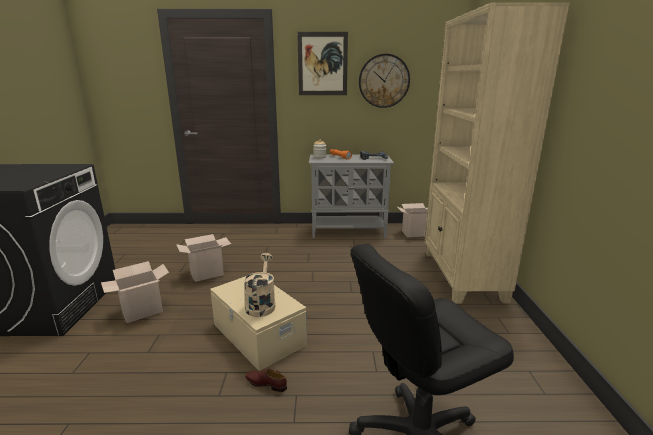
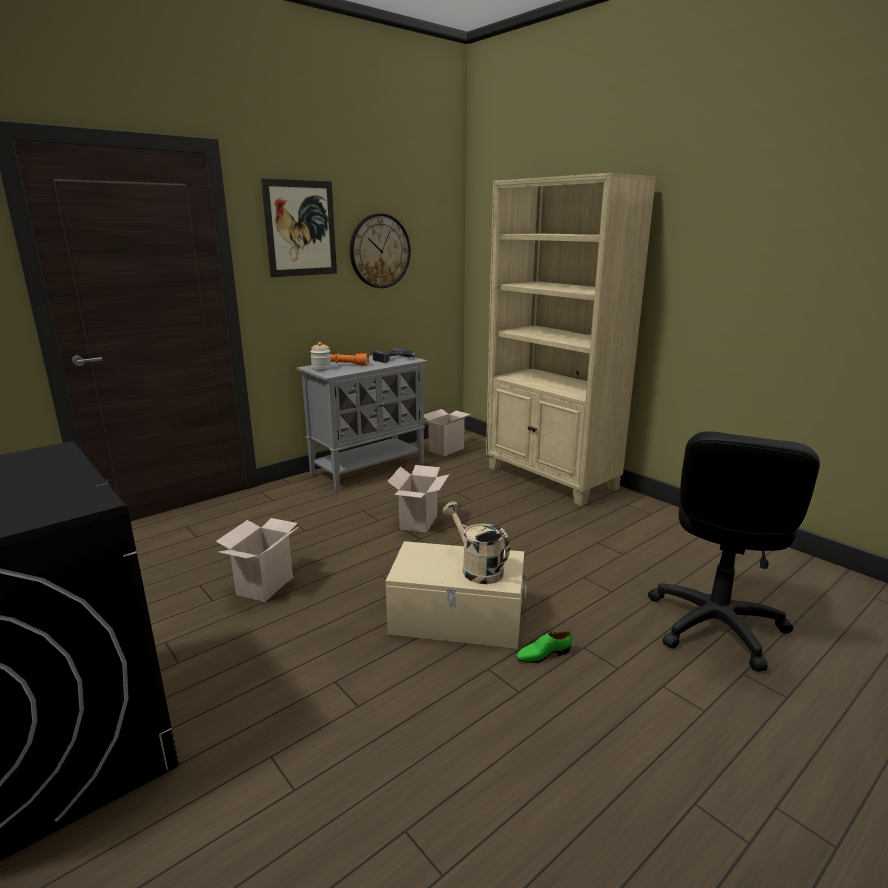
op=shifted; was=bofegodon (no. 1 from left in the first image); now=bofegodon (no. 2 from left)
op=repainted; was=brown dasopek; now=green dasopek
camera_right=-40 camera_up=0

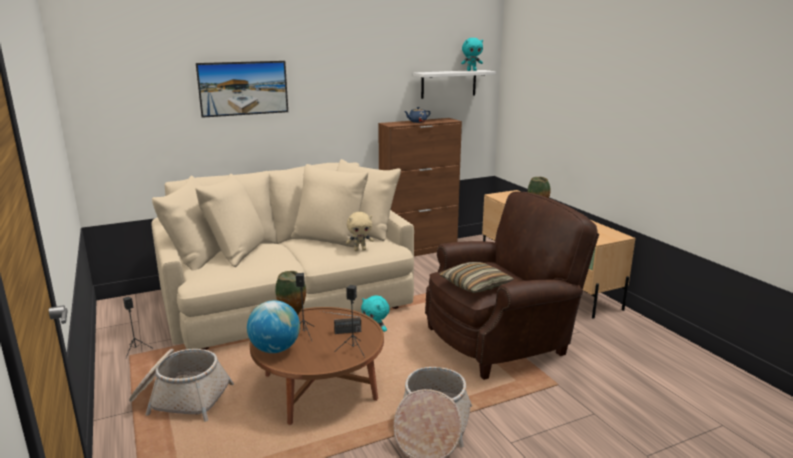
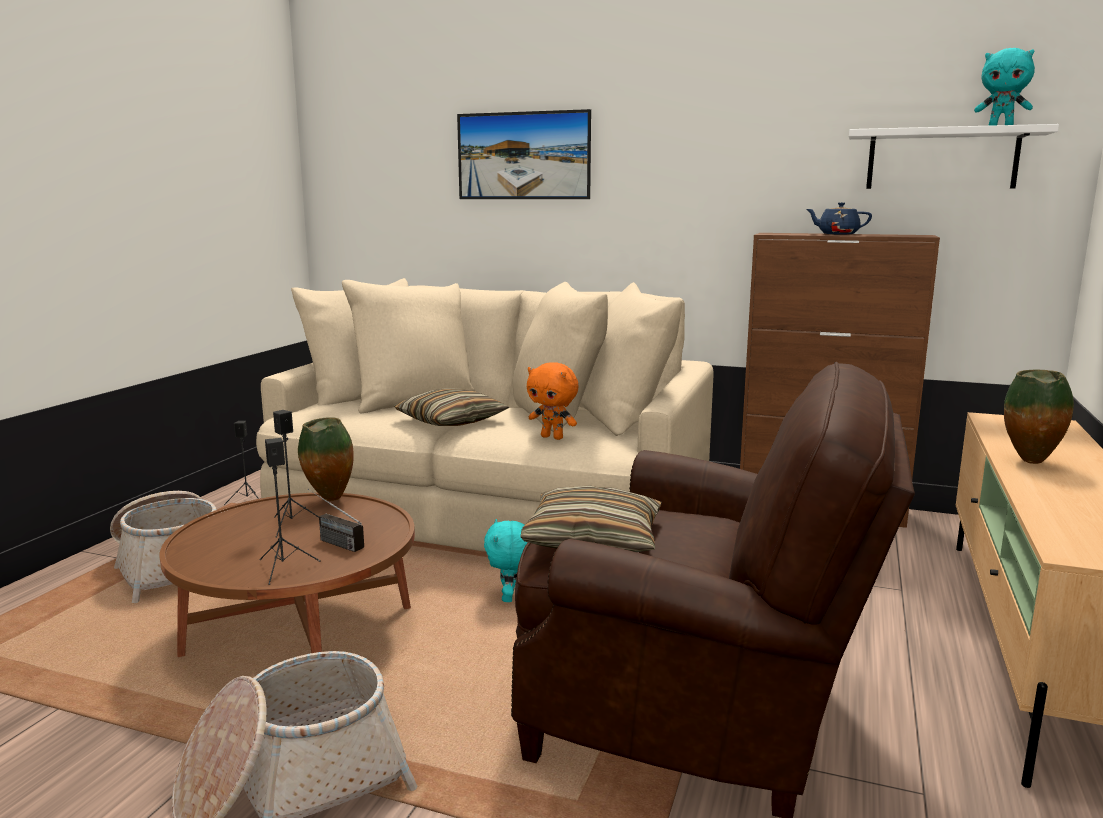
op=gone; was=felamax
op=new; now=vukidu (no. 1 from left)
op=repainted; was=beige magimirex; now=orange magimirex
camera_right=45 camera_up=-5

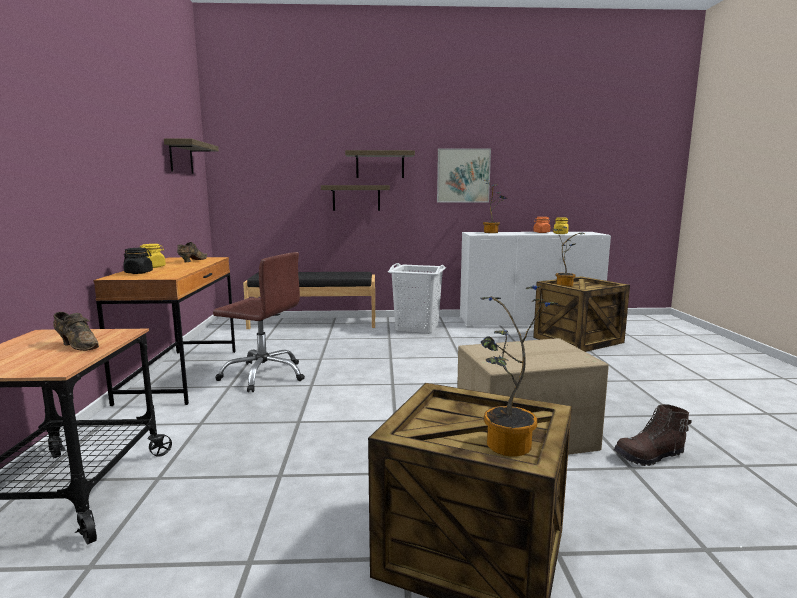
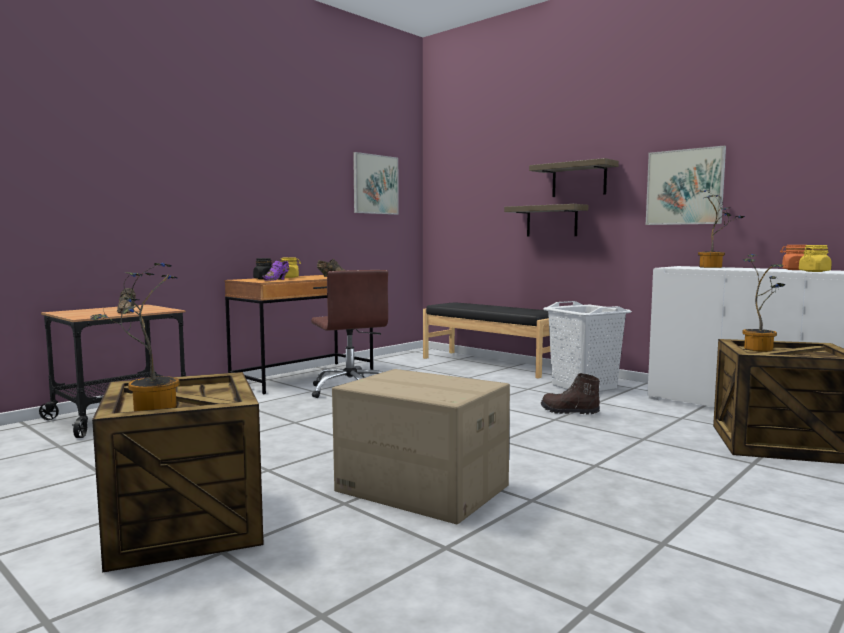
op=new; now=purple dasopek
op=shifted; was=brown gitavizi
op=swapped; was=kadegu (no. 1 from left); now=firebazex (no. 1 from left)
camera_right=45 camera_up=-5

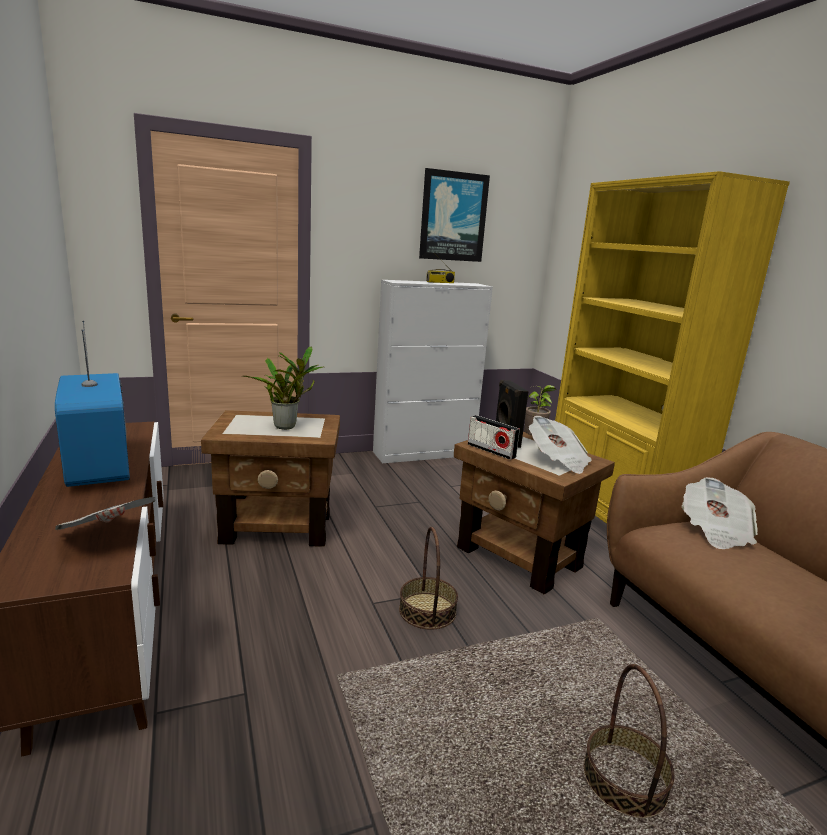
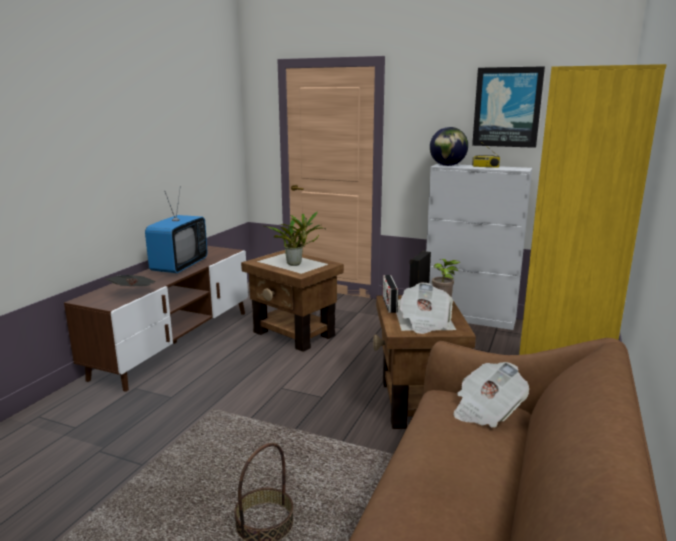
op=gone; was=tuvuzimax (no. 1 from left)
op=new; now=felamax
camera_right=45 camera_up=0

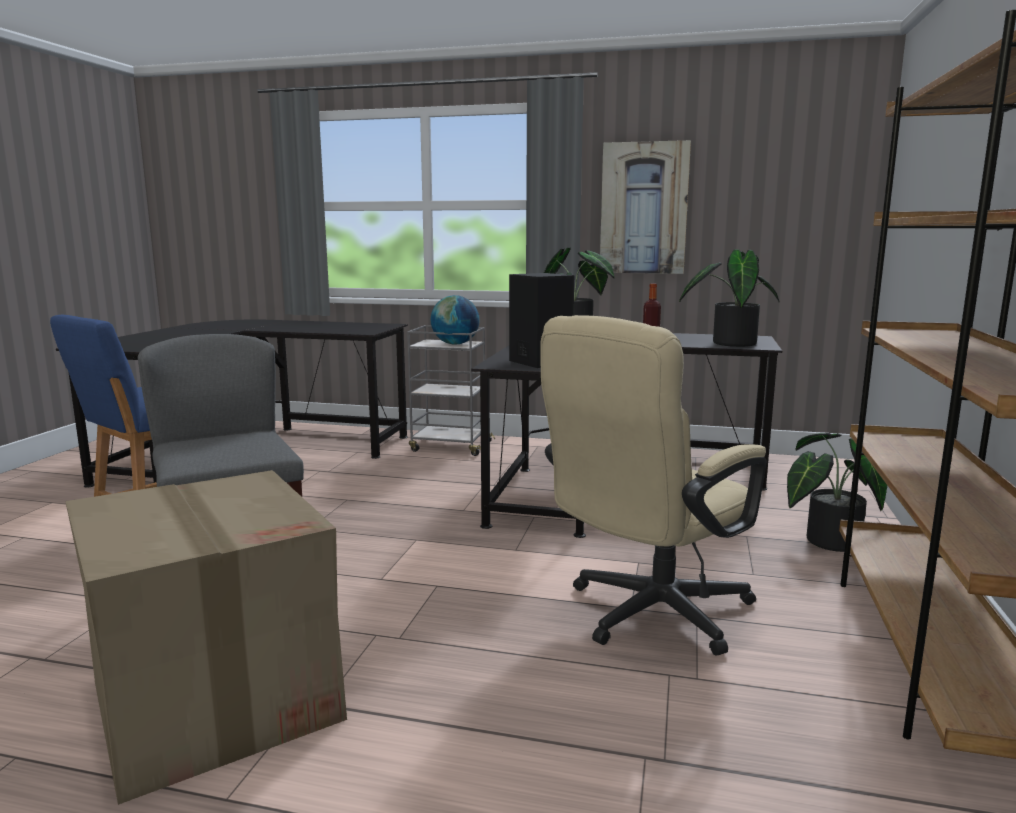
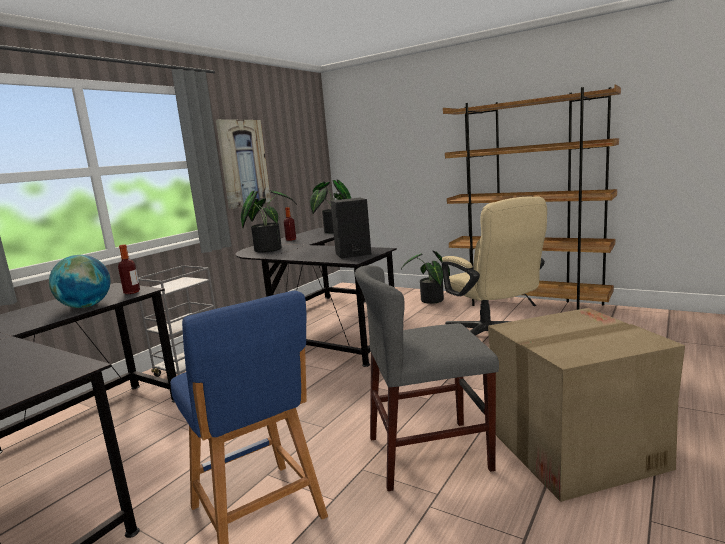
op=new; now=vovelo (no. 1 from left)
op=shifted; was=felamax
camera_right=-70 camera_up=0

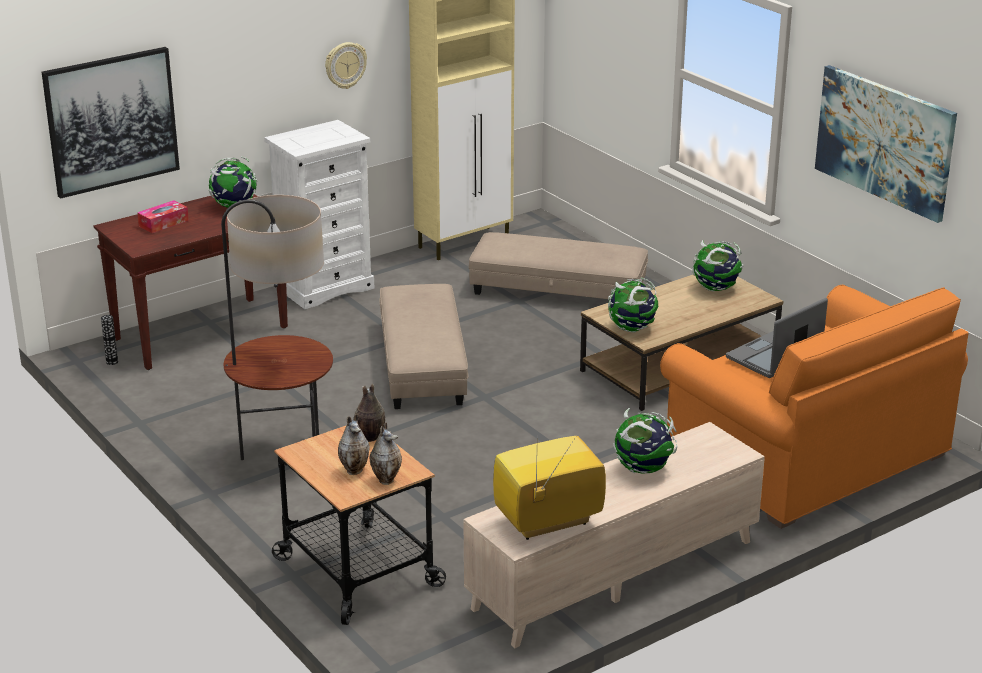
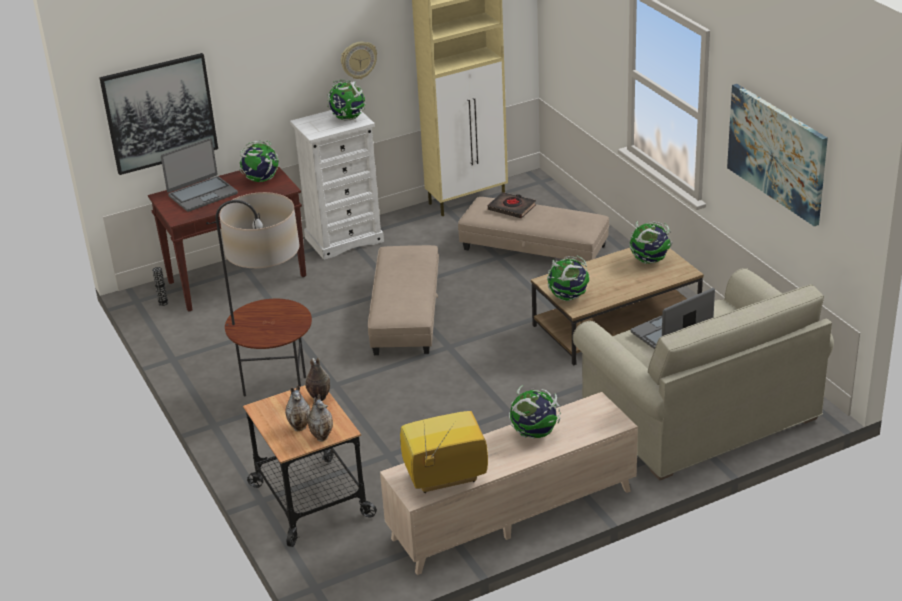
op=new; now=felamax (no. 2 from left)
op=new; now=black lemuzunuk
op=swapped; was=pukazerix; now=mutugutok (no. 1 from left)
op=repainted; was=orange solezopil; now=beige solezopil
camera_right=10 camera_up=5

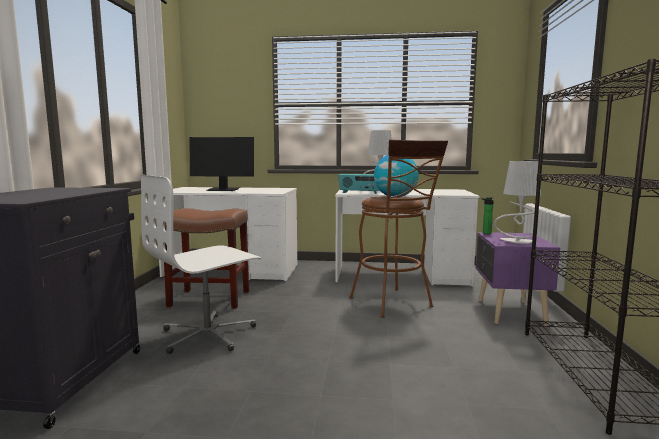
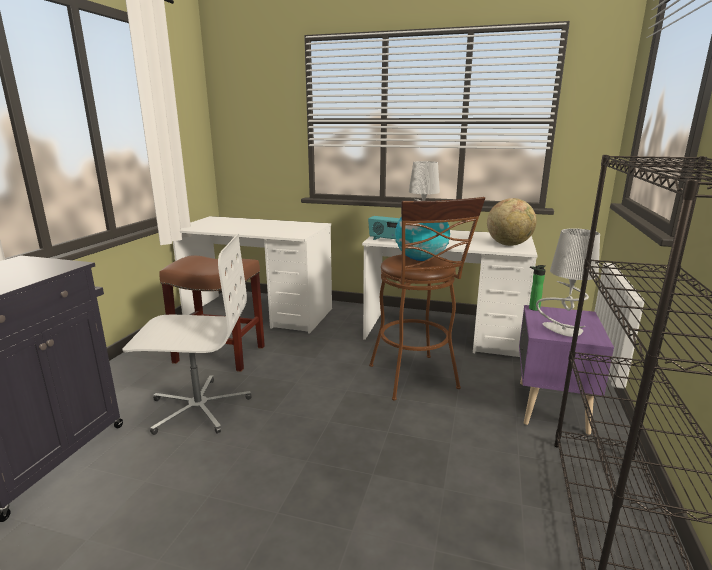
op=gone; was=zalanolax
op=new; now=felamax (no. 2 from left)
op=rotated; was=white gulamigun; clockwise=-150
camera_right=10 camera_up=10

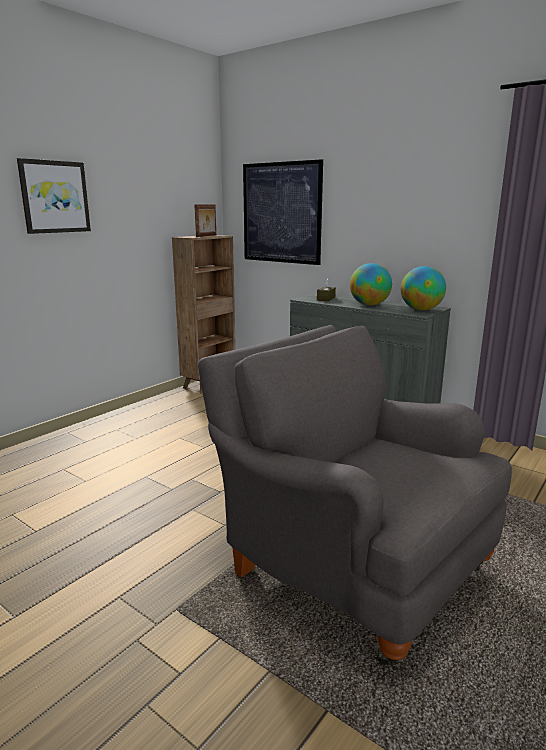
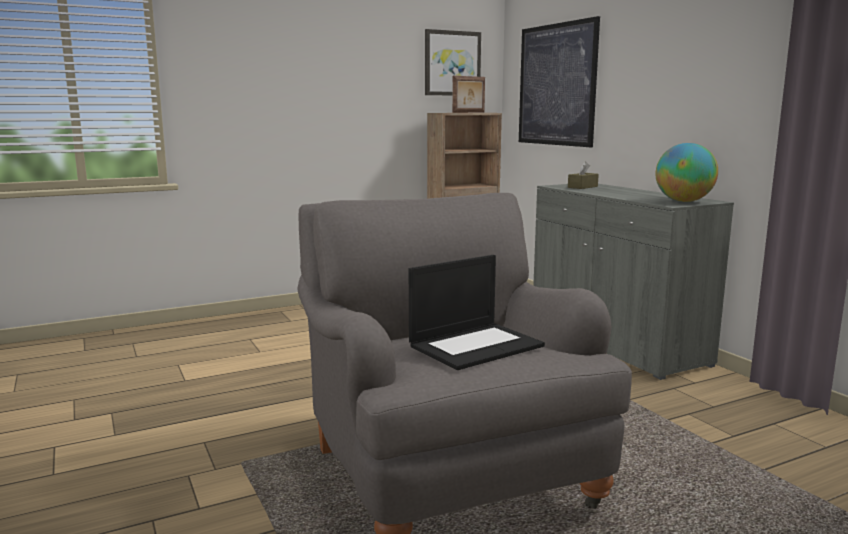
op=gone; was=felamax (no. 1 from left)
op=new; now=mutugutok
op=shifted; was=firebazex (no. 1 from left)
camera_right=25 camera_up=-5

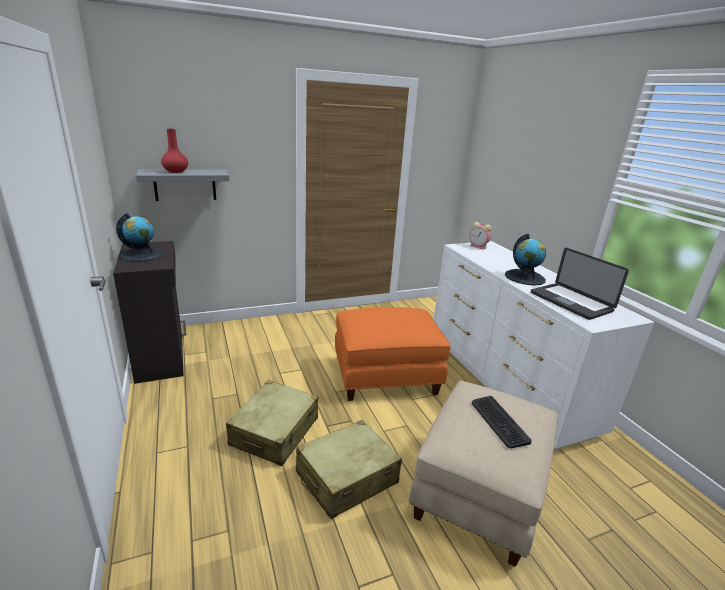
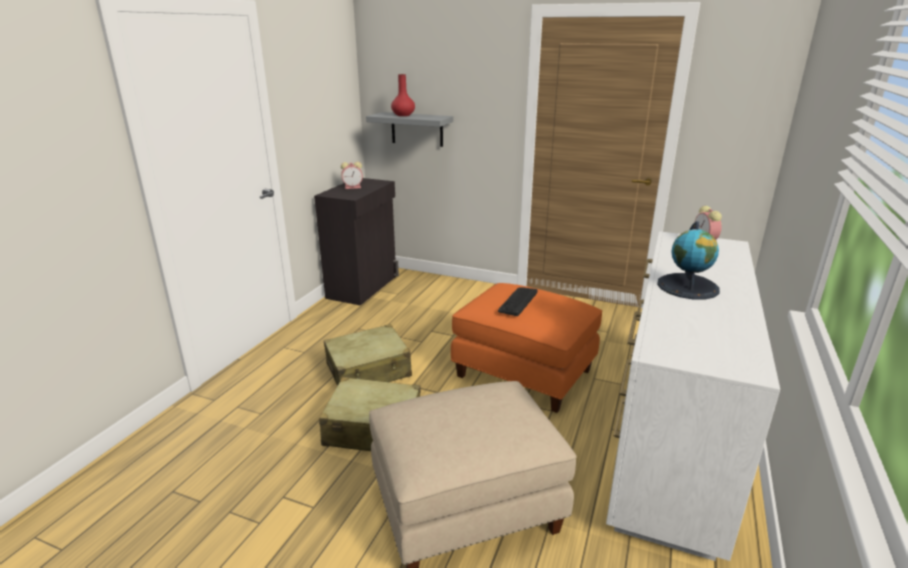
op=gone; was=mutugutok
op=shifted; was=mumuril
op=swapped; was=felamax (no. 1 from left); now=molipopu (no. 1 from left)
camera_right=45 camera_up=0

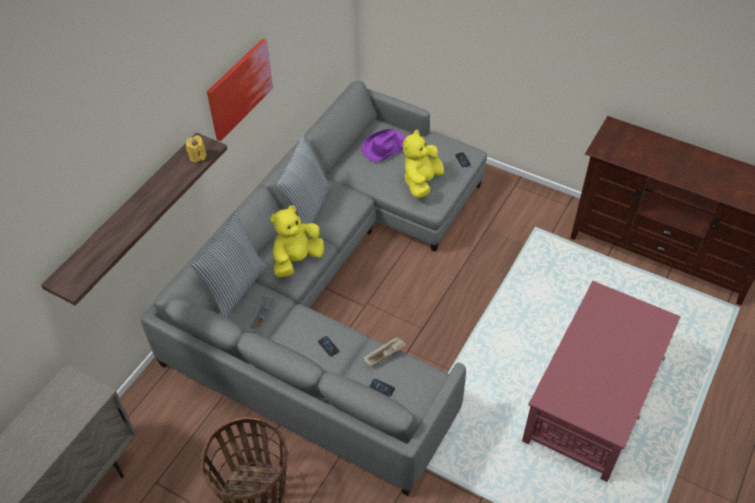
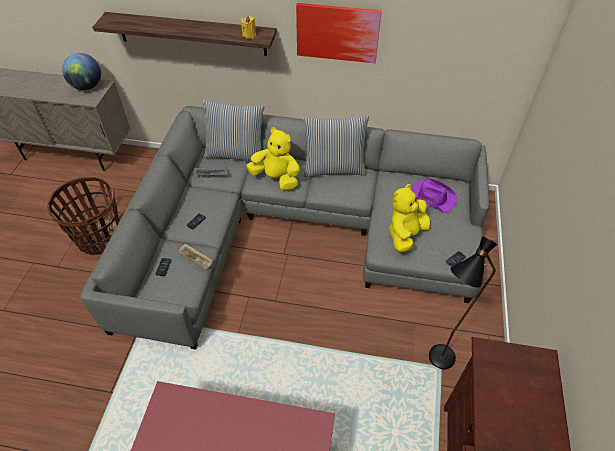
op=new; now=felamax
op=new; now=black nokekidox
op=rotated; was=yellow magimirex (no. 2 from left); clockwise=-60
camera_right=70 camera_up=0

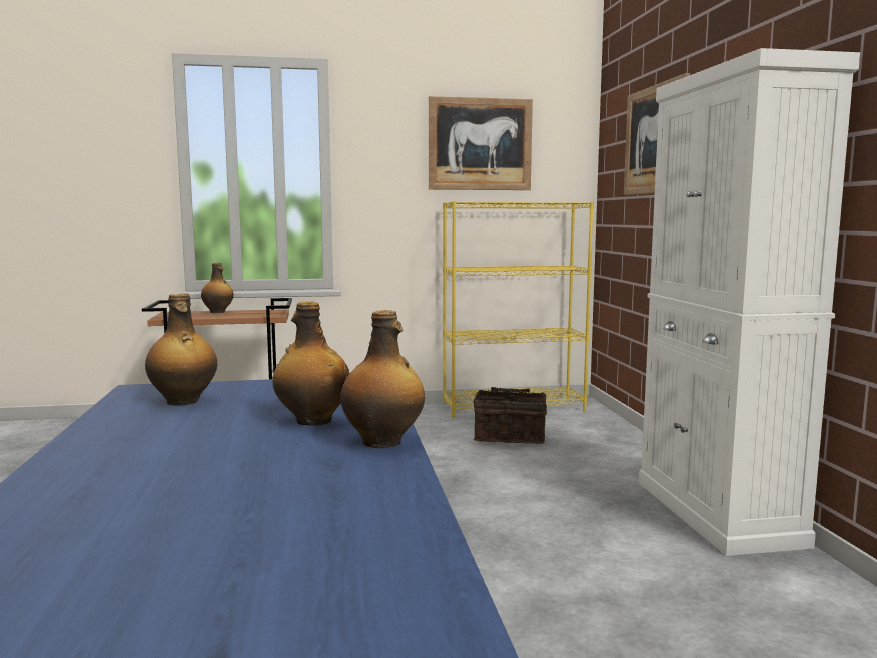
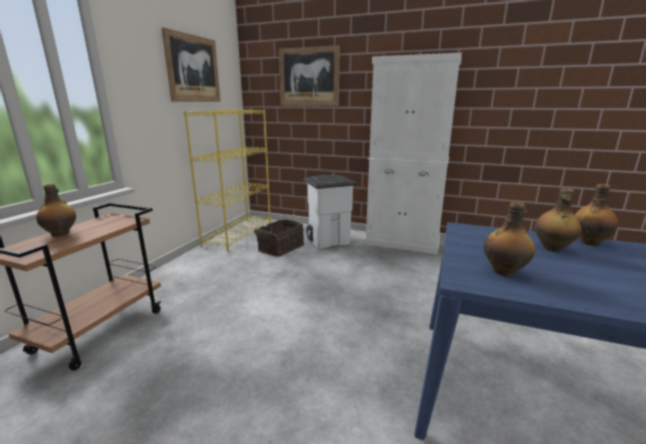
op=new; now=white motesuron
camera_right=-60 camera_up=10

